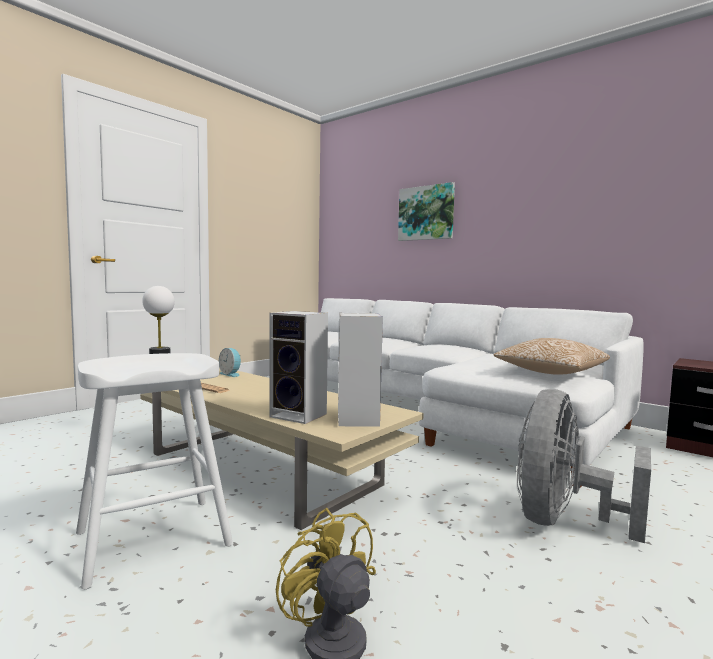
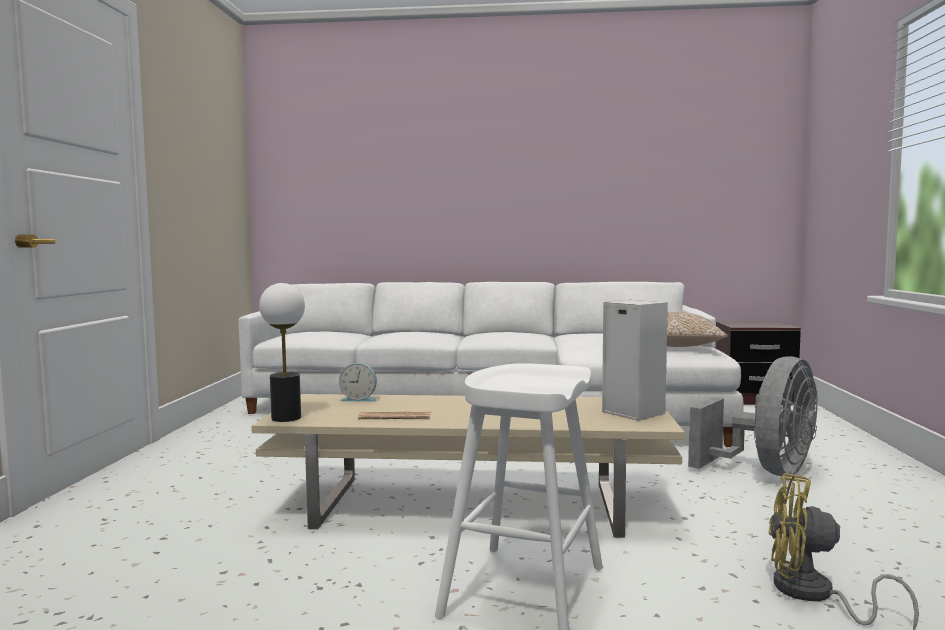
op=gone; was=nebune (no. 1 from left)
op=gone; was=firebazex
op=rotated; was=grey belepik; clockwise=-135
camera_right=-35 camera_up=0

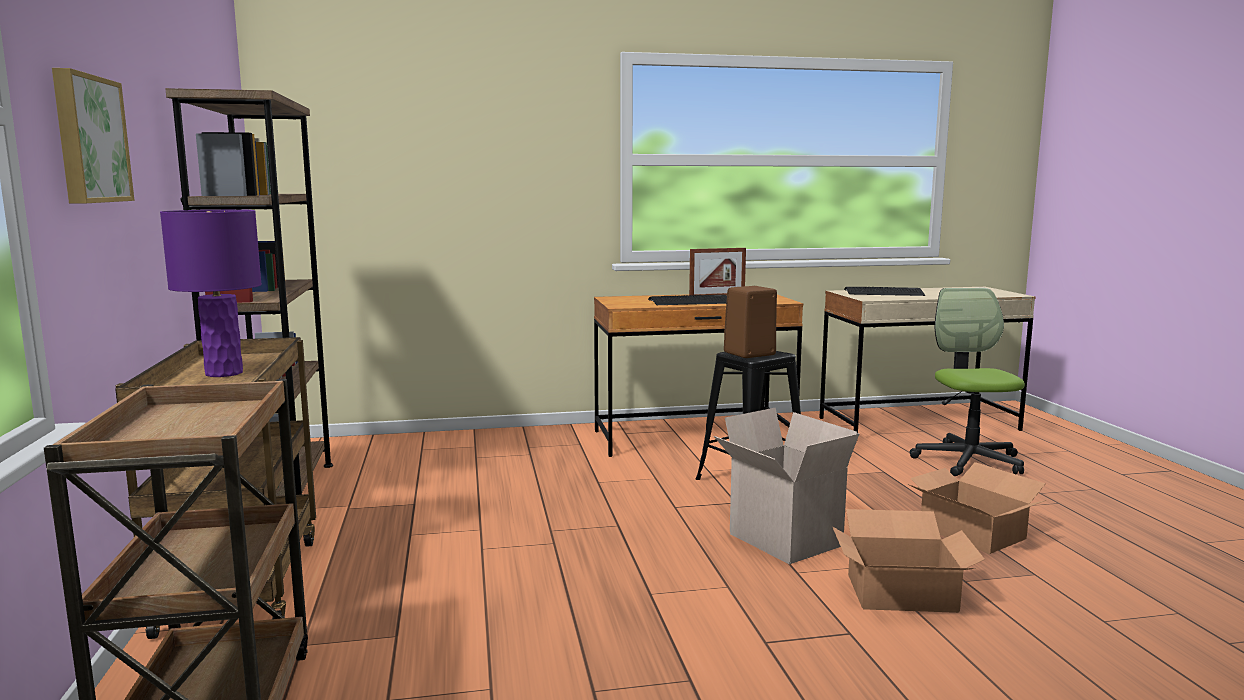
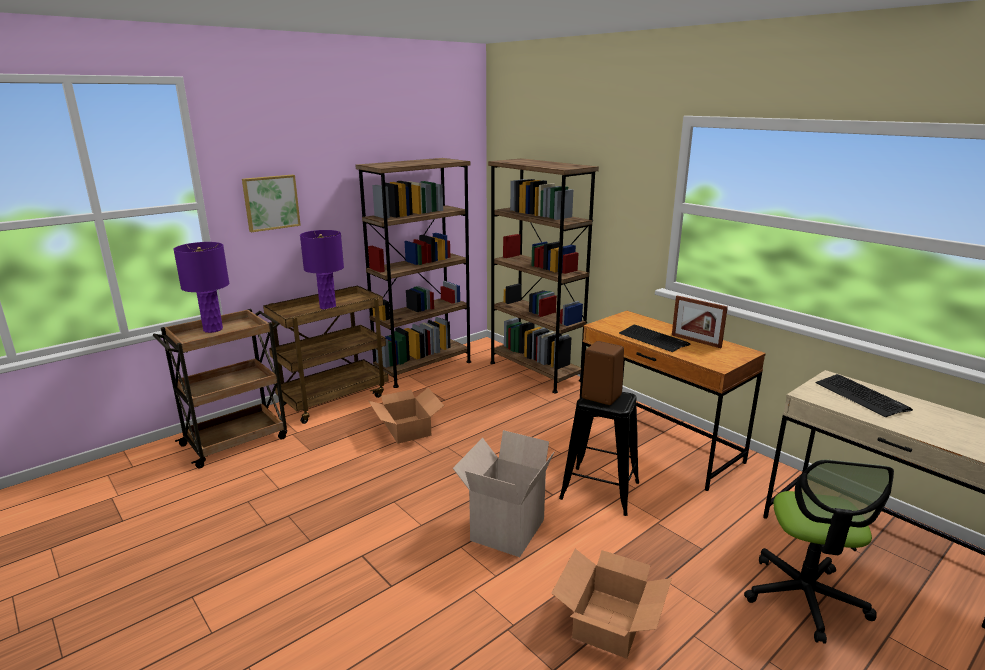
op=new; now=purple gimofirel (no. 1 from left)
op=new; now=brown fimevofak (no. 2 from left)
op=shifted; was=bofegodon (no. 2 from left in the first image); now=bofegodon (no. 1 from left)
op=rotated; was=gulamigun; clockwise=135
camera_right=60 camera_up=10

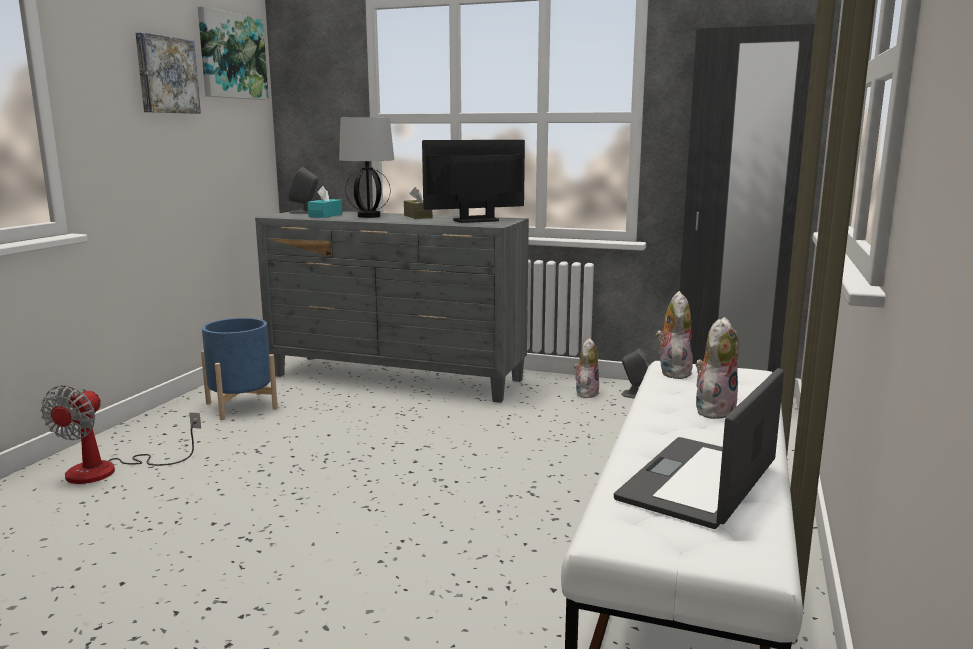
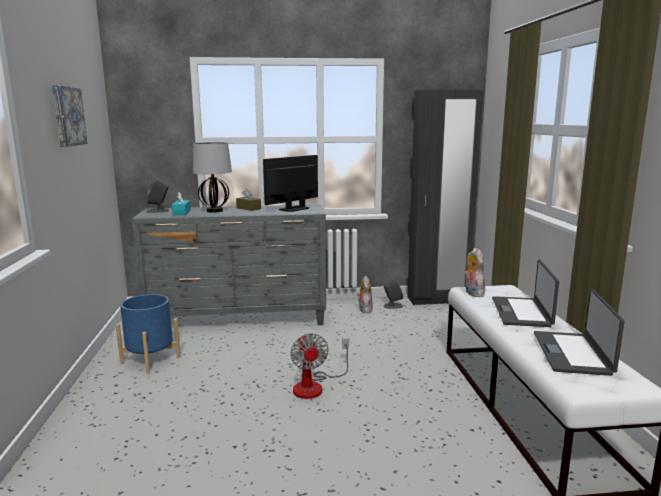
op=gone; was=firebazex (no. 2 from left)
op=shifted; was=belepik
op=swapped; was=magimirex (no. 3 from left); now=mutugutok (no. 1 from left)
camera_right=-25 camera_up=0

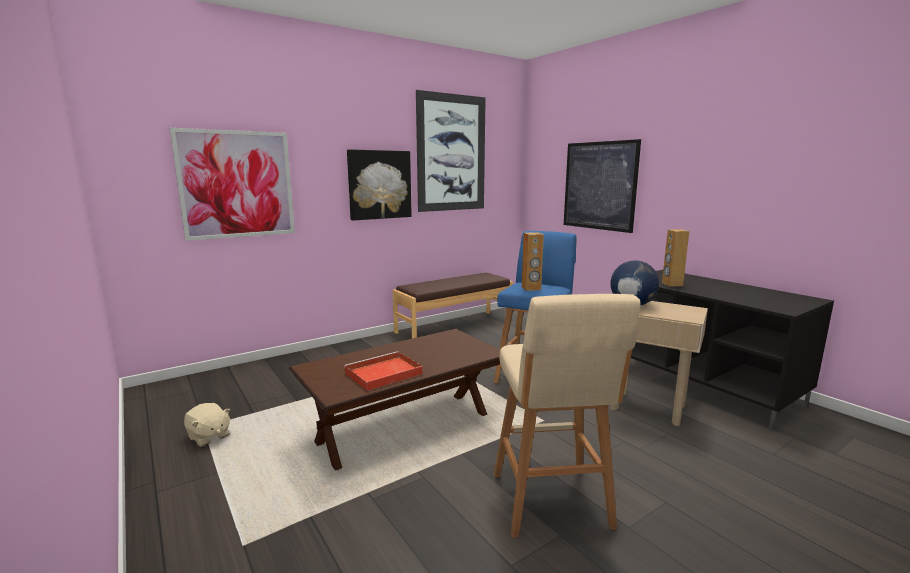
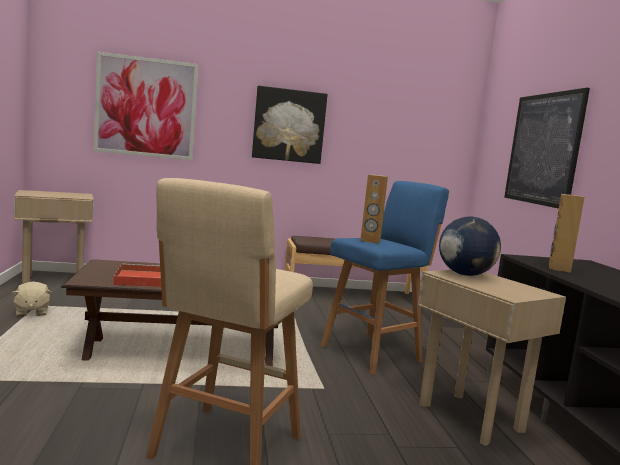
op=gone; was=firebazex (no. 3 from left)
op=new; now=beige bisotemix (no. 1 from left)
camera_right=25 camera_up=-5

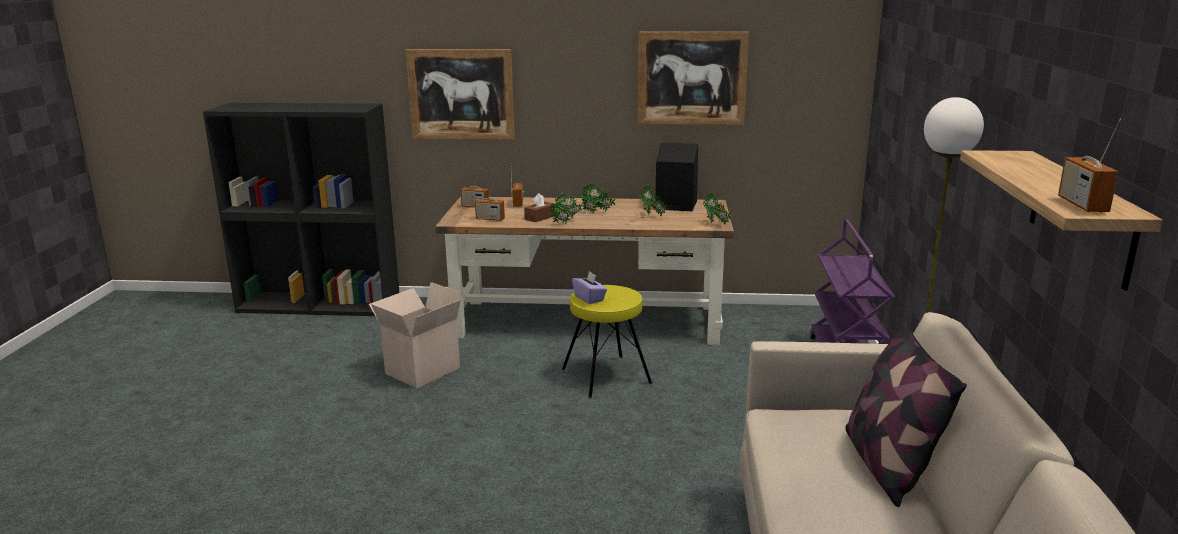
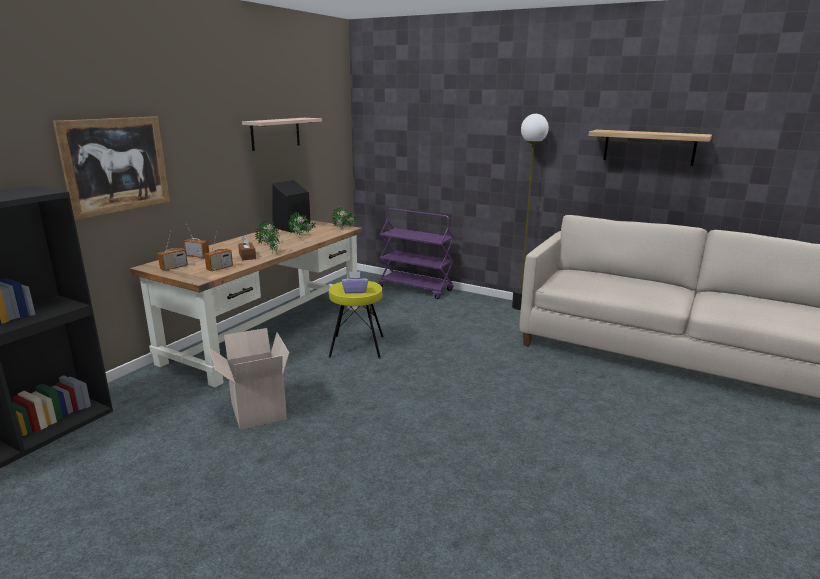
op=gone; was=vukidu
op=gone; was=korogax (no. 4 from left)
op=swapped; was=firebazex (no. 2 from left); now=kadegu (no. 1 from left)
camera_right=-65 camera_up=0

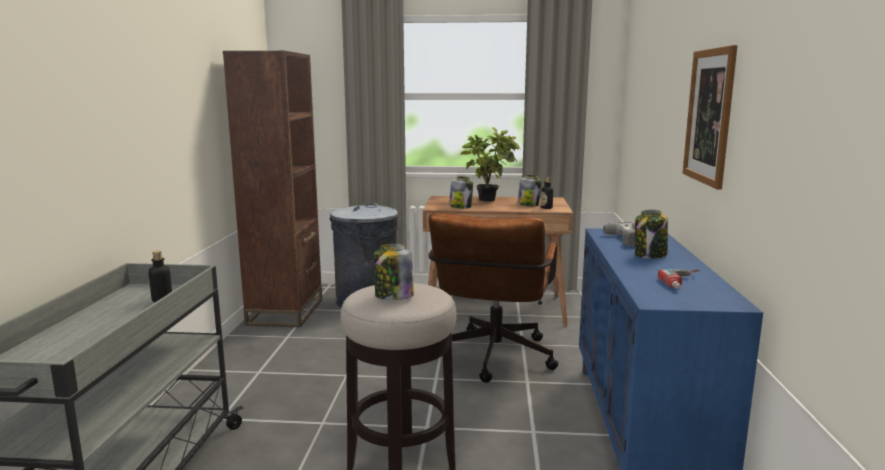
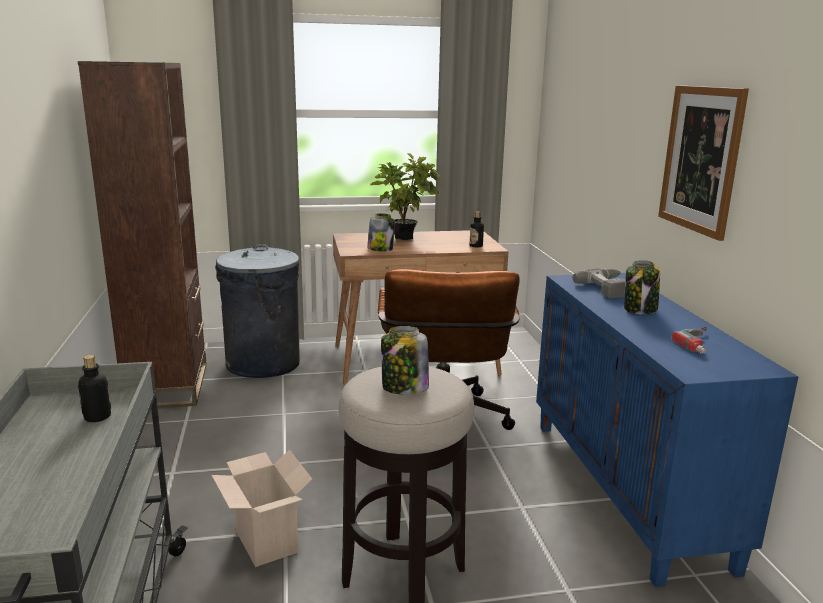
op=gone; was=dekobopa (no. 3 from left)
op=new; now=bofegodon
camera_right=-15 camera_up=5

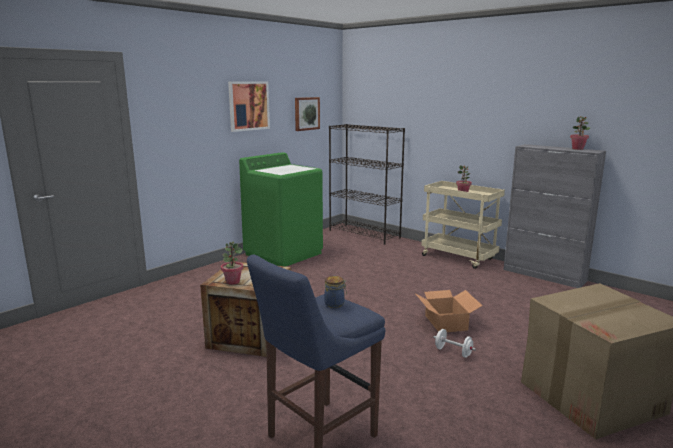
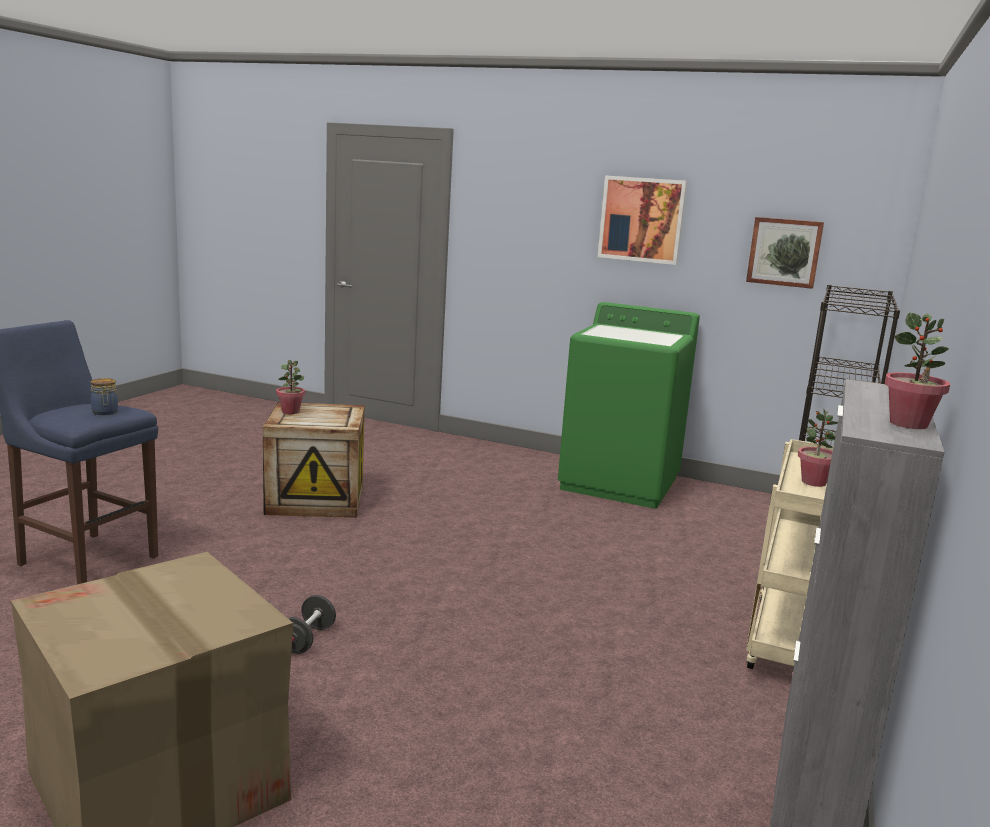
op=gone; was=bofegodon (no. 1 from left)
op=repainted; was=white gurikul; now=black gurikul
camera_right=70 camera_up=0

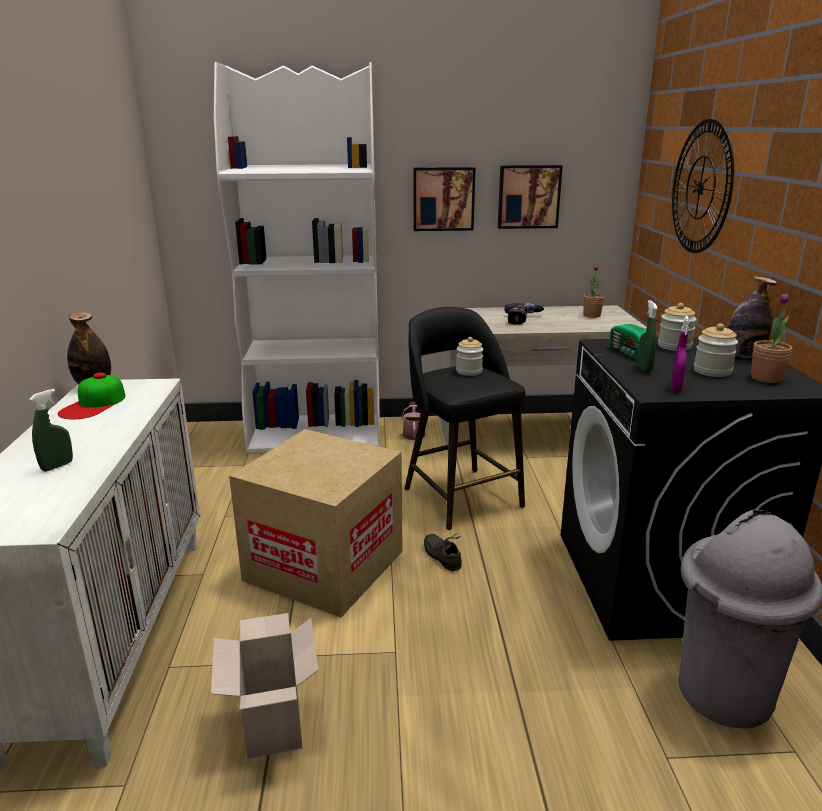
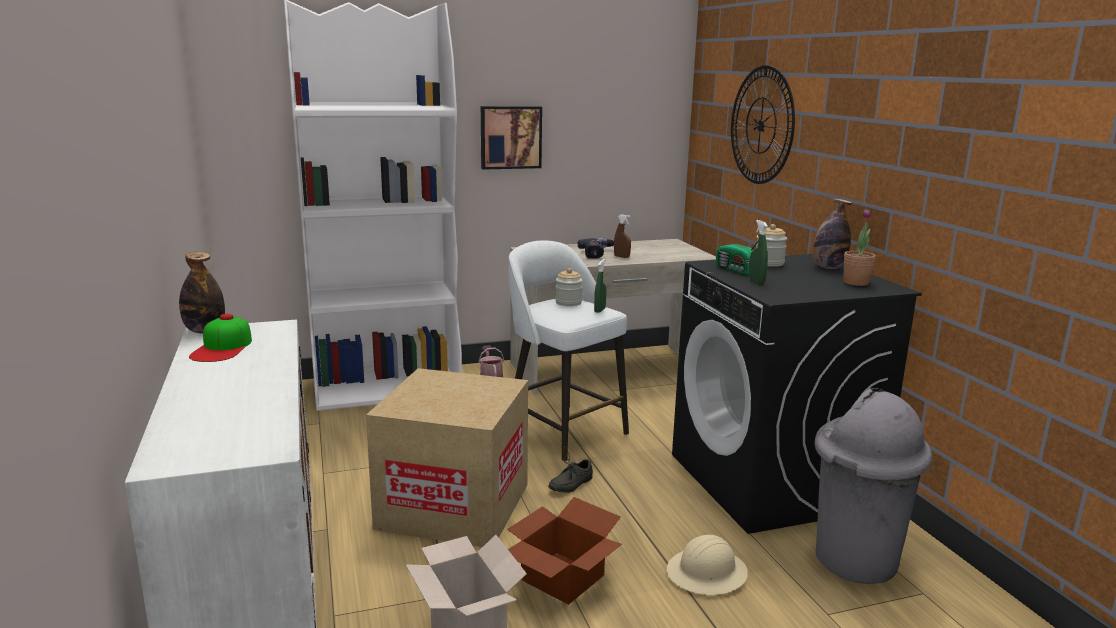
op=gone; was=firebazex (no. 2 from left)
op=gone; was=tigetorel (no. 1 from left)
op=gone; was=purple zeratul
op=gone; was=dekobopa (no. 3 from left)
op=new; now=bofegodon (no. 3 from left)
op=new; now=brown zeratul
op=new; now=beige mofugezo
op=shifted; was=green zeratul (no. 1 from left)
op=repainted; was=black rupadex; now=white rupadex
op=rotated; was=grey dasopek; clockwise=-90
camera_right=-15 camera_up=-5

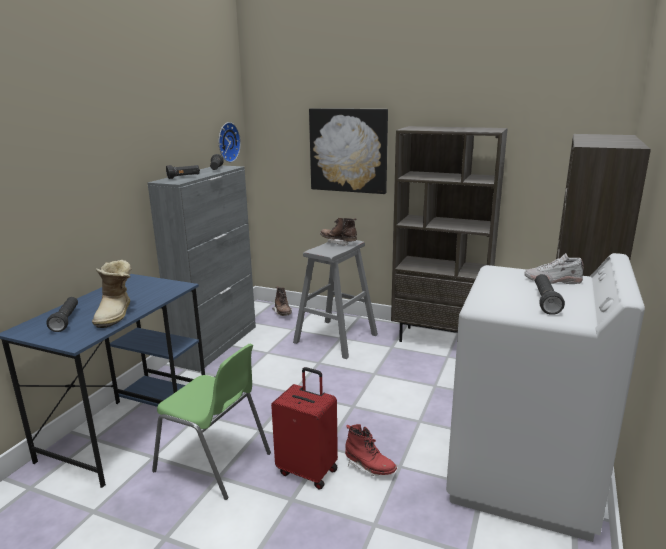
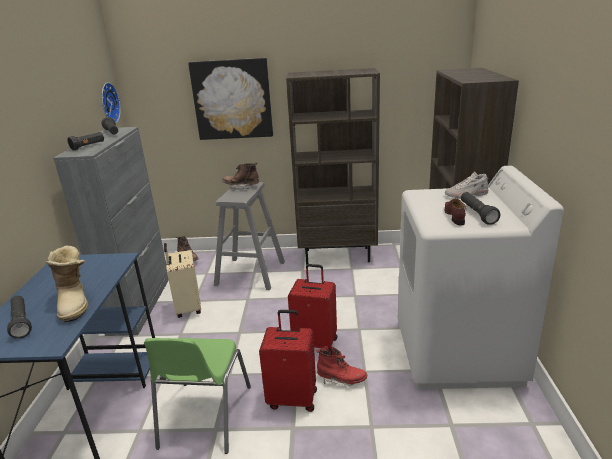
op=new; now=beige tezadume
op=new; now=red tezadume (no. 2 from left)
op=new; now=brown dasopek
op=rotated; was=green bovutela; clockwise=90
camera_right=-20 camera_up=5

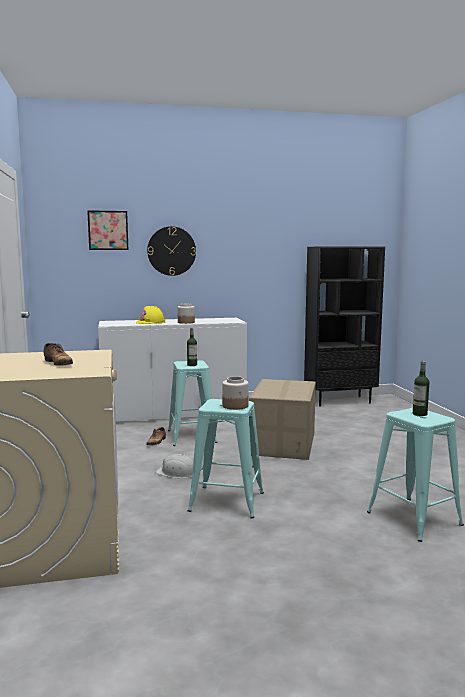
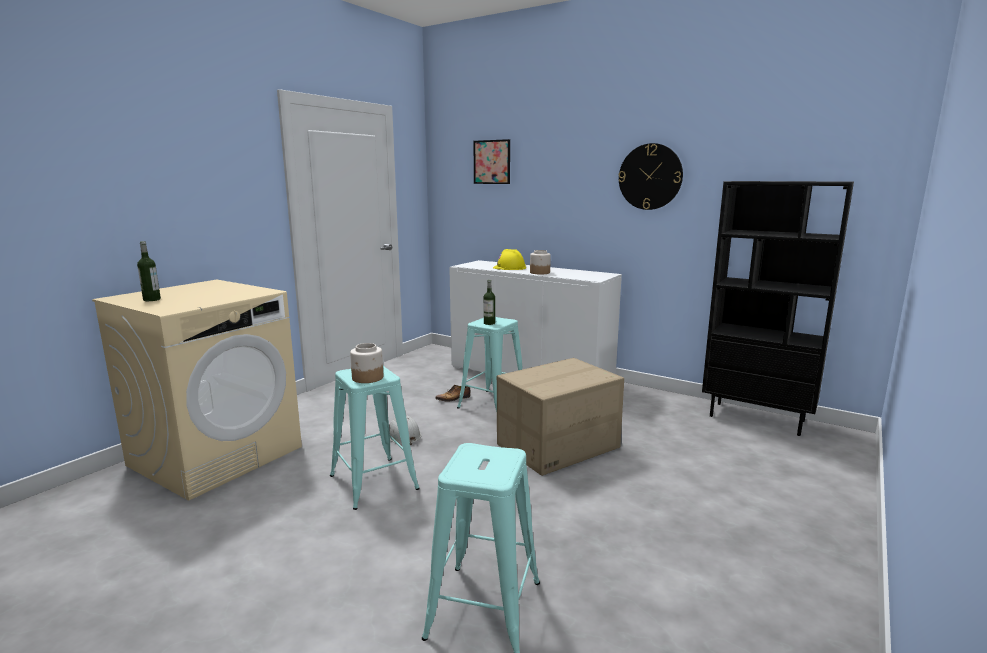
op=gone; was=dasopek (no. 1 from left)
op=shifted; was=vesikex
op=shifted; was=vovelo (no. 2 from left in the first image); now=vovelo (no. 1 from left)
camera_right=45 camera_up=5

